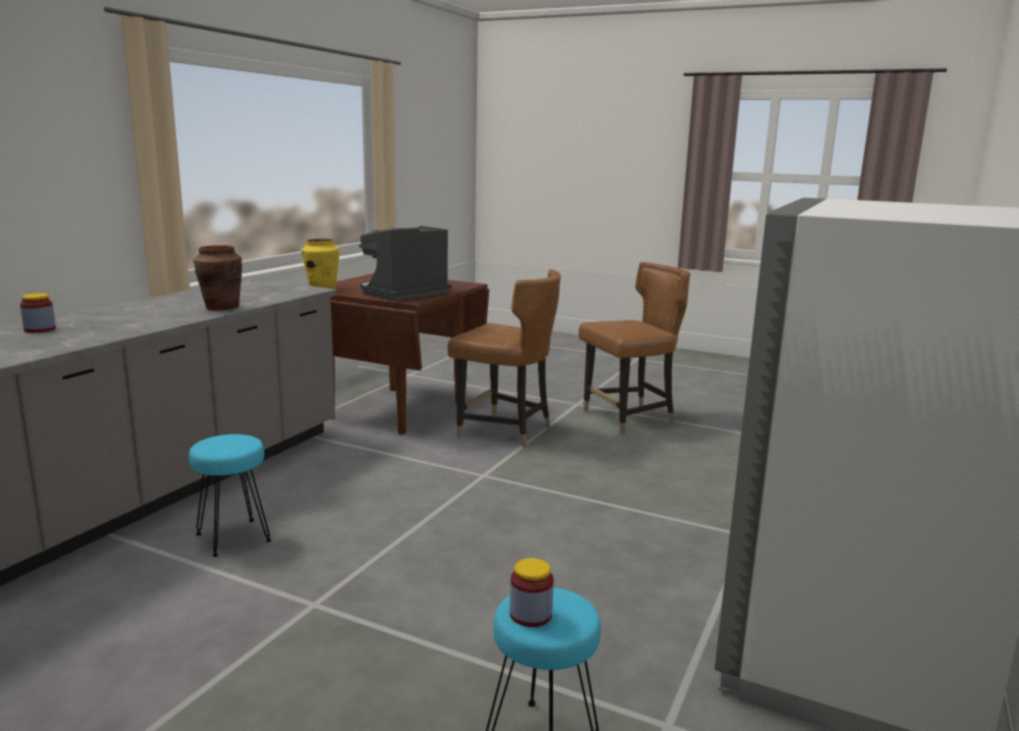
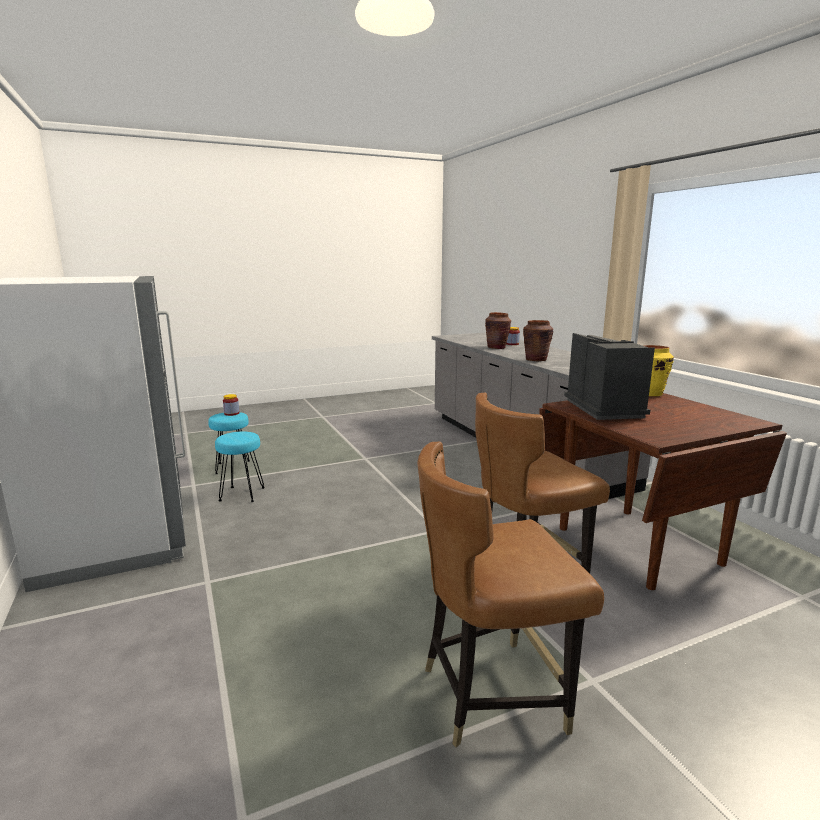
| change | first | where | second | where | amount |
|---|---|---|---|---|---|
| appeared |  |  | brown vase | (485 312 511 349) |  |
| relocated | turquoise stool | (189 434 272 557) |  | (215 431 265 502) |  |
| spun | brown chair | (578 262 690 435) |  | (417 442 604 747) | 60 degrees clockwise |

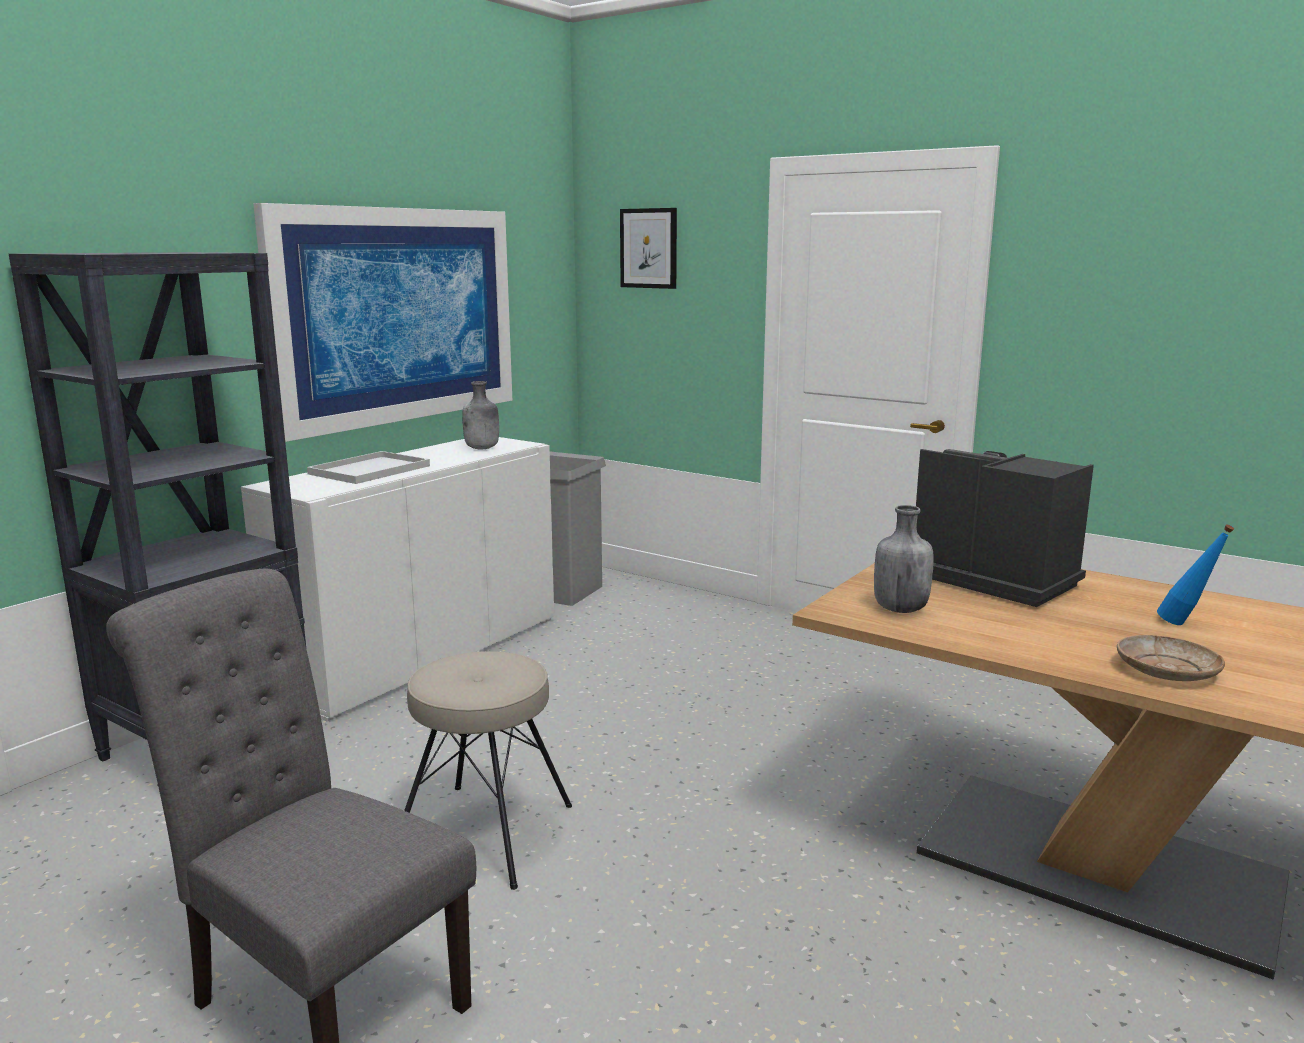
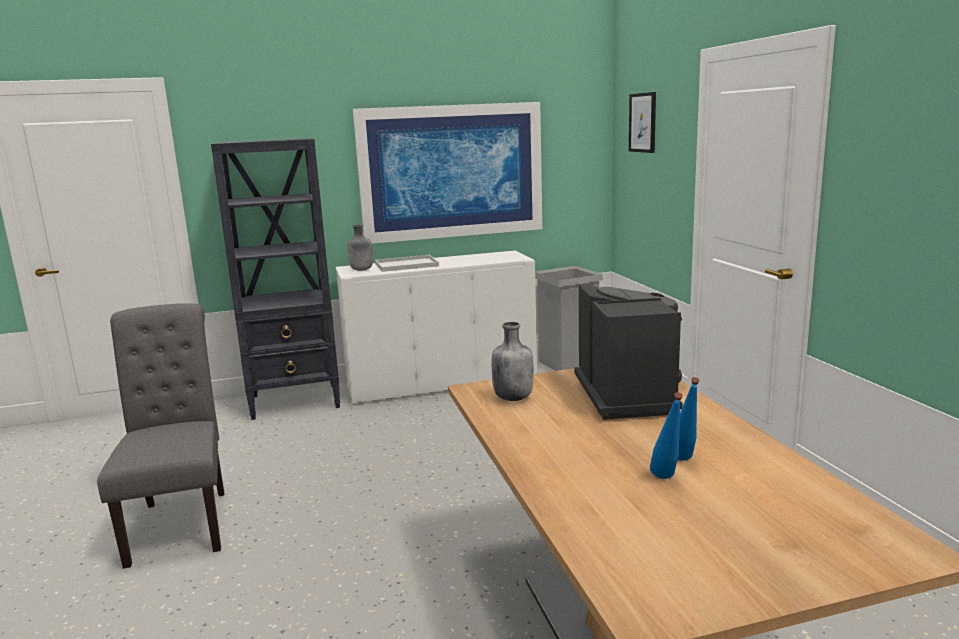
| change | first | where | second | where | amount |
|---|---|---|---|---|---|
| missing | beige stool | (404 651 572 890) |  |  |  |
| missing | beige plate | (1117 635 1225 681) |  |  |  |
| appeared |  |  | blue bottle | (650 392 683 479) |  |
| relocated | grey bottle | (462 381 499 449) |  | (348 224 373 271) |  |

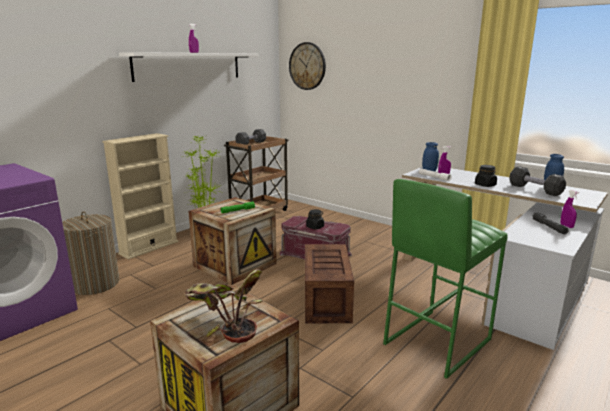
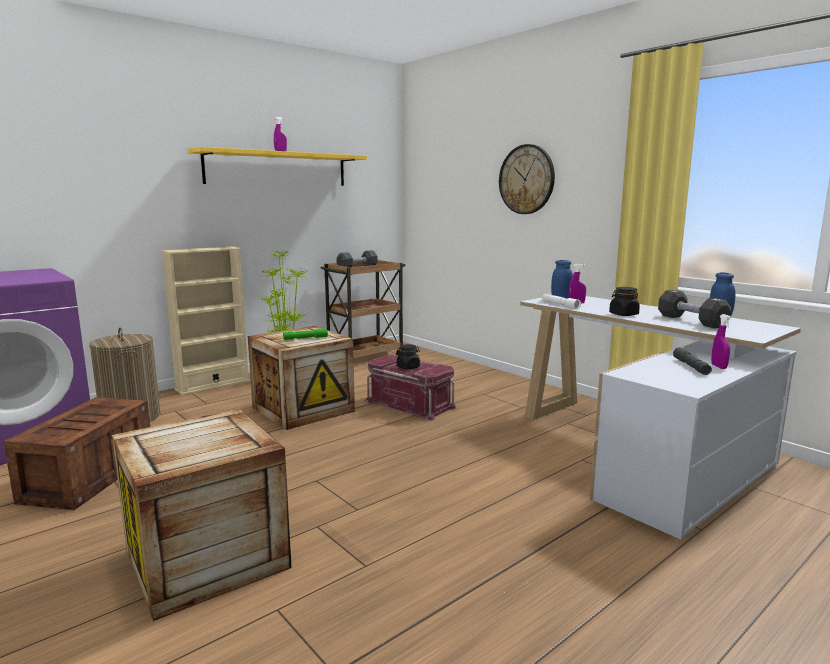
| change | first | where | second | where | amount |
|---|---|---|---|---|---|
| missing | potted plant | (183 269 264 343) |  |  |  |
| missing | green stool | (383 179 507 379) |  |  |  |
| relocated | wall clock | (289 42 326 90) |  | (499 144 555 214) |  |
| relocated | crate | (305 244 354 323) |  | (3 397 150 510) |  |
| colour | white shelf | (119 52 258 82) | yellow shelf | (188 147 367 186) |  |

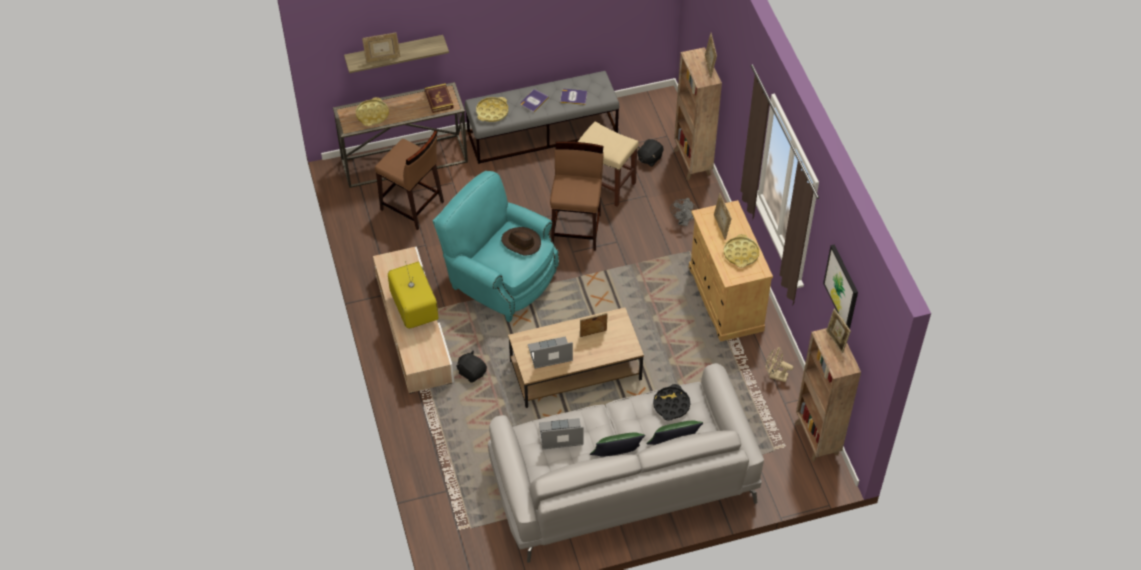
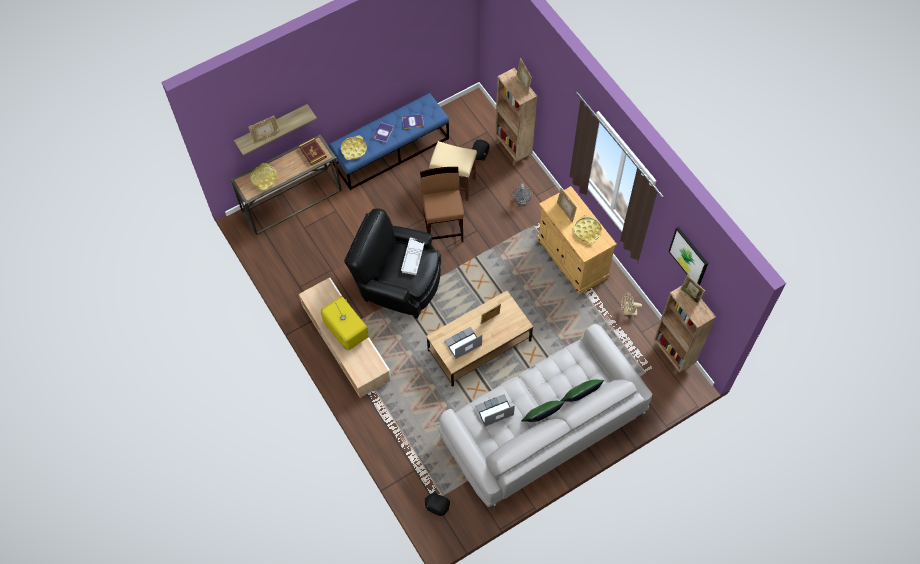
| change | first | where | second | where | amount |
|---|---|---|---|---|---|
| missing | brown stool | (375 130 444 230) |  |  |  |
| missing | black tray | (653 384 690 421) |  |  |  |
| relocated | black plush toy | (457 351 487 383) |  | (424 490 450 516) |  |
| exchanged | brown hat | (501 227 541 255) | white tray | (401 238 424 275) |  |
| colour | turquoise armchair | (433 171 559 323) | black armchair | (344 208 441 319) |  |
| colour | grey bench | (465 71 619 164) | blue bench | (329 93 449 190) |  |

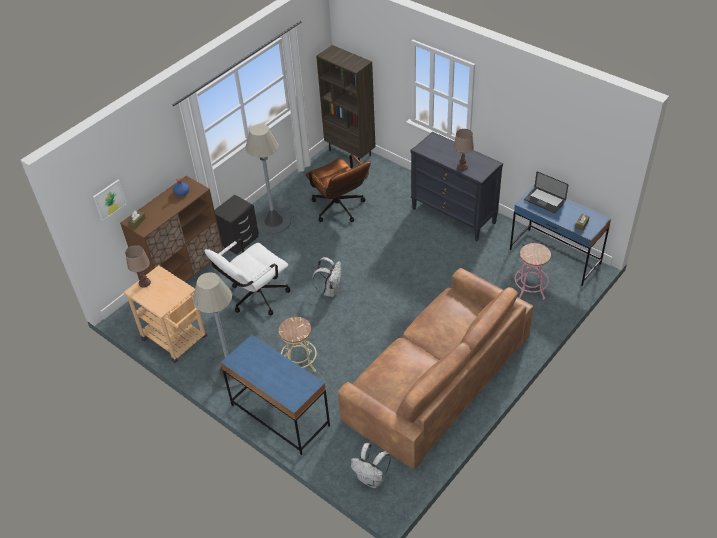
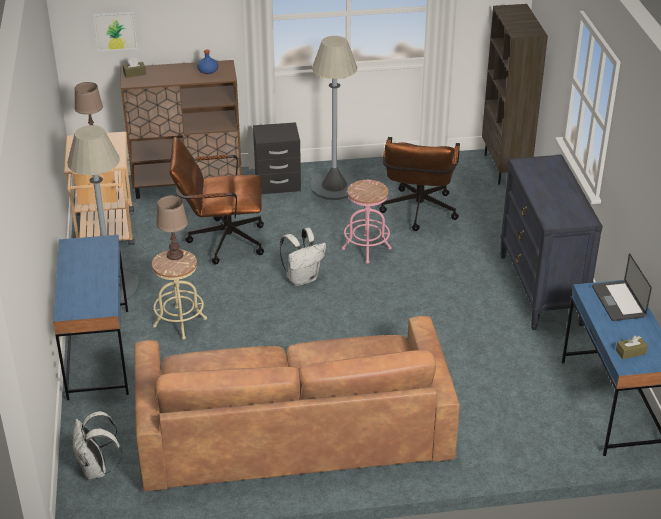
| change | first | where | second | where | amount |
|---|---|---|---|---|---|
| relocated | brown table lamp | (453 129 474 171) |  | (156 195 188 260) |  |
| relocated | pink stool | (515 243 551 299) |  | (342 180 392 264) |  |
| colour | white office chair | (205 239 290 316) | brown office chair | (170 137 264 264) |  |

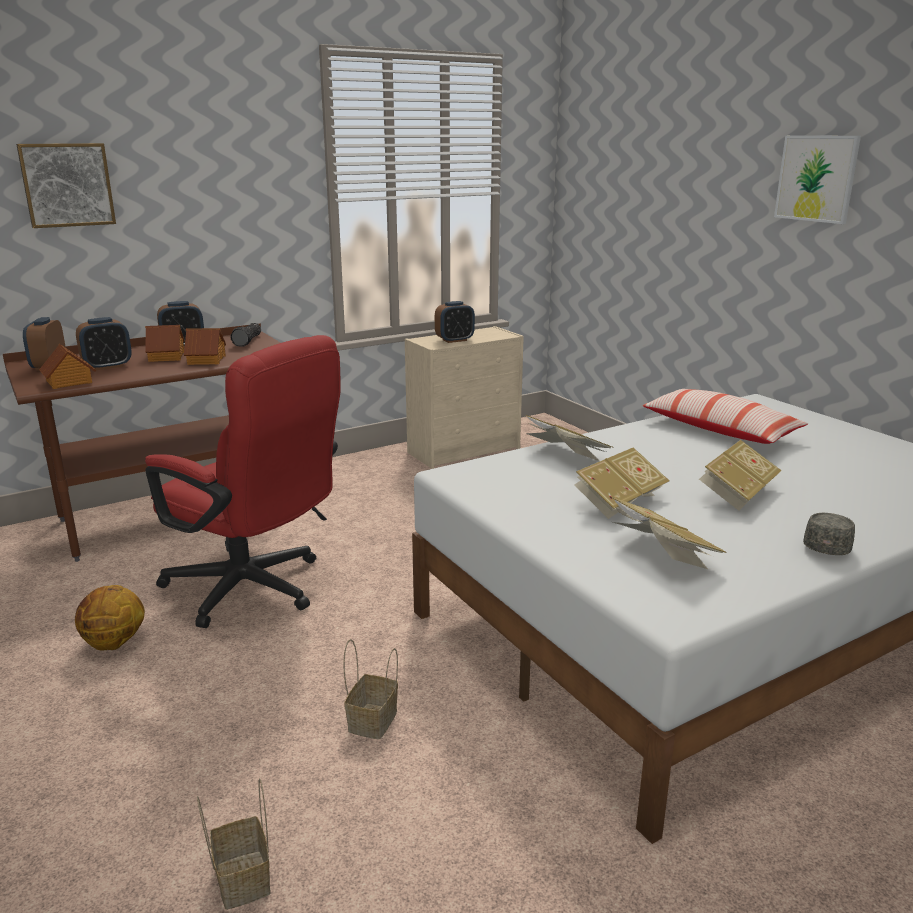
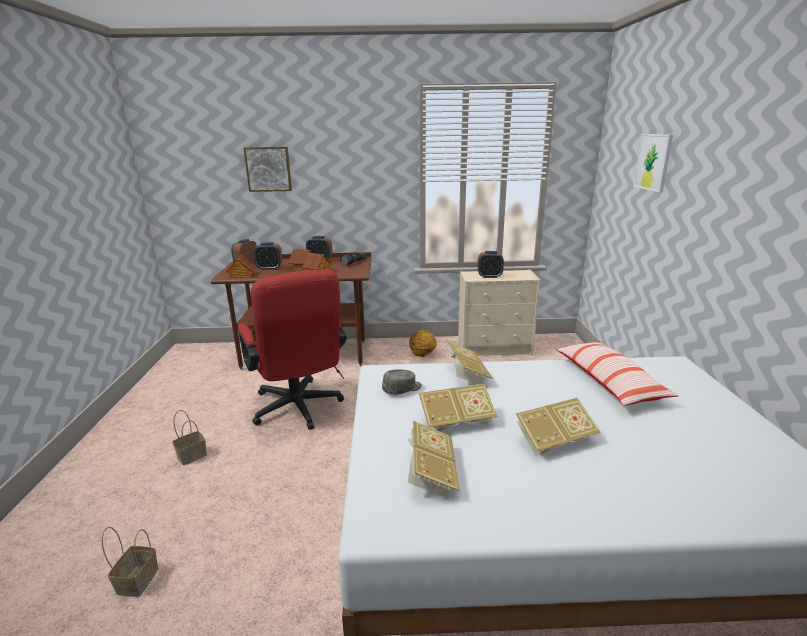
| change | first | where | second | where | amount |
|---|---|---|---|---|---|
| relocated | basketball | (75 585 145 650) |  | (409 330 437 357) |  |
| relocated | basket | (343 639 398 740) |  | (172 410 207 465) |  |
| relocated | picture | (774 135 861 224) |  | (633 134 673 193) |  |
| relocated | grey cap | (803 513 855 555) |  | (382 369 422 395) |  |

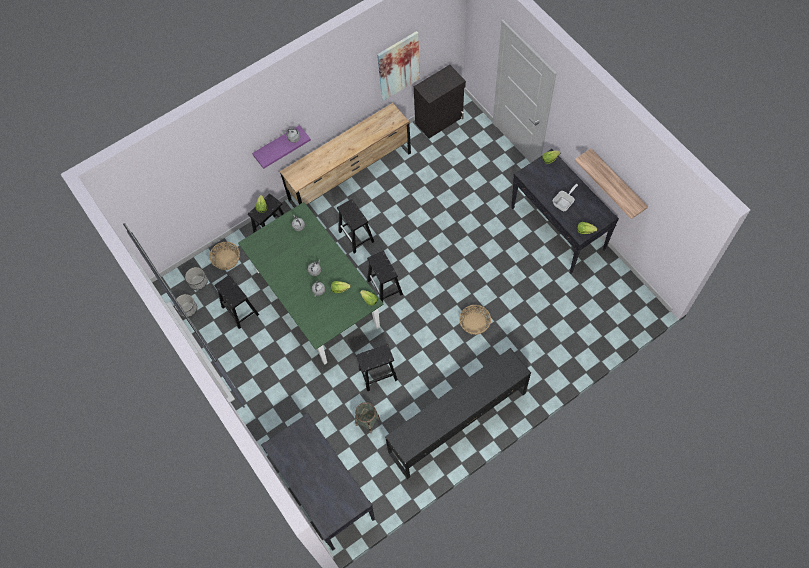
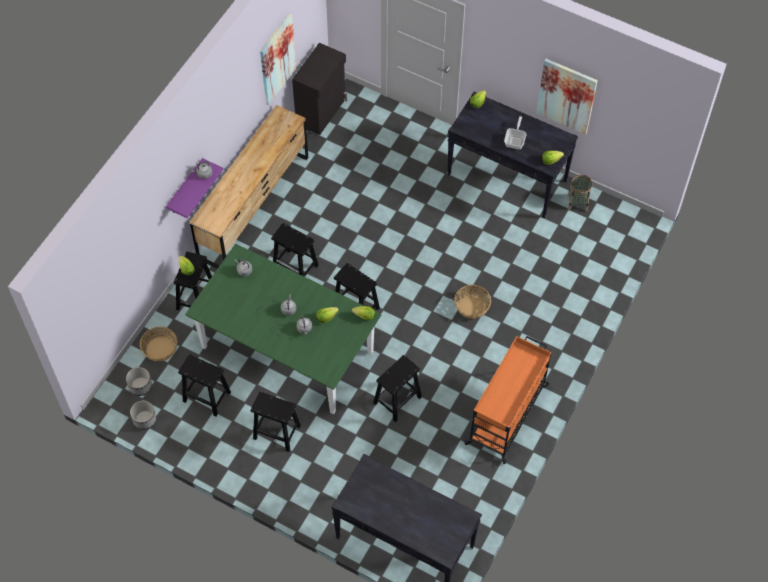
| change | first | where | second | where | amount |
|---|---|---|---|---|---|
| appeared |  |  | black stool | (251 391 301 452) |  |
| relocated | basket | (355 402 380 433) |  | (568 175 593 212) |  |
| exchanged | black dresser | (385 348 531 479) | orange cart | (464 336 552 464) |  |
| exchanged | shelf | (575 148 648 219) | picture | (536 59 598 135) |  |

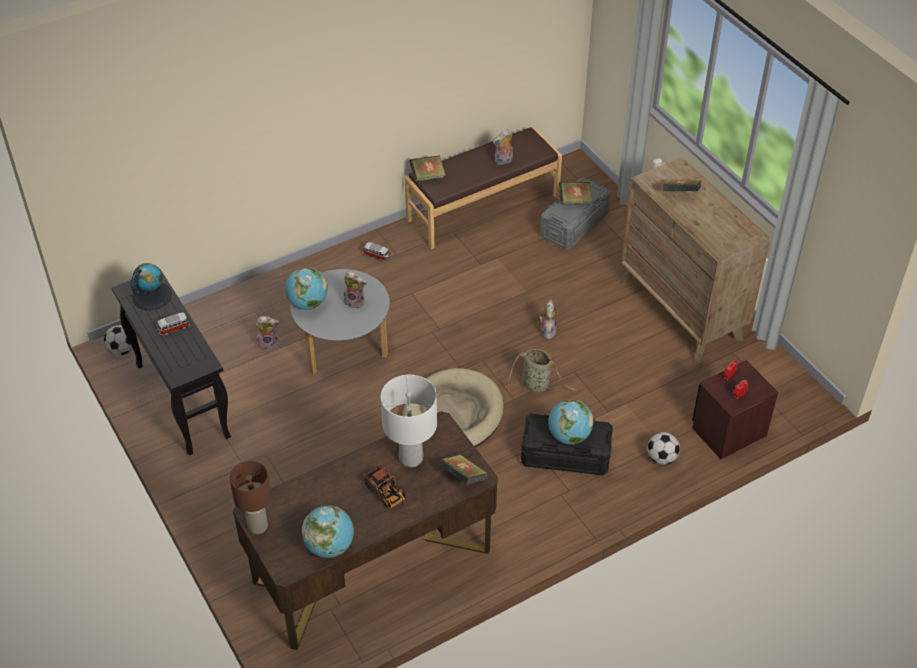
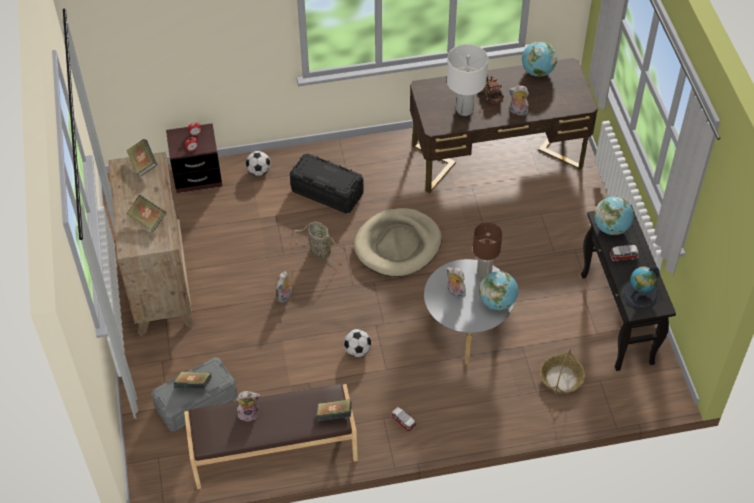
| change | first | where | second | where | amount |
|---|---|---|---|---|---|
| appeared |  |  | basket | (540 349 585 393) |  |
| relocated | football | (104 325 133 355) |  | (343 329 371 357) |  |
| relocated | brown table lamp | (230 461 271 534) |  | (473 222 502 278) |  |
| relocated | plush toy | (256 316 280 351) |  | (509 86 529 116) |  |
| relocated | book | (439 455 488 485) |  | (127 139 158 177) |  |
| relocated | globe | (548 399 594 445) |  | (594 196 634 235) |  |

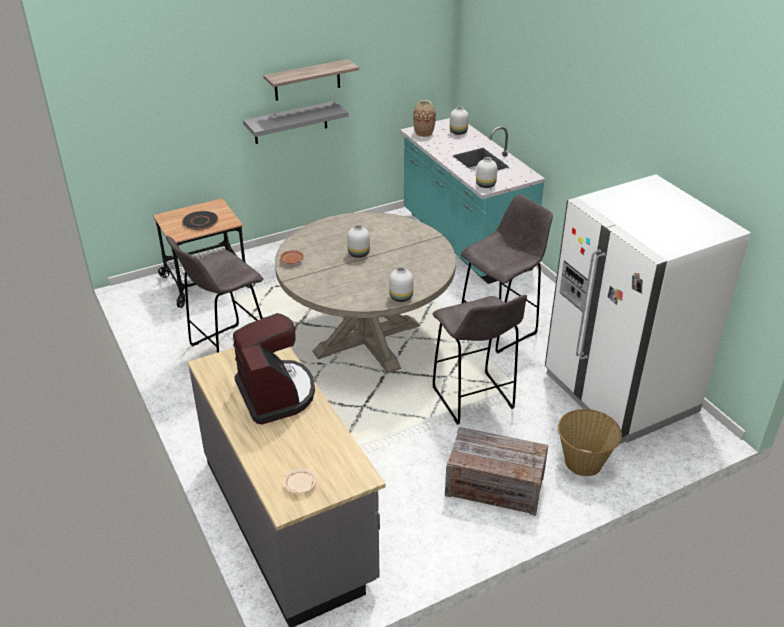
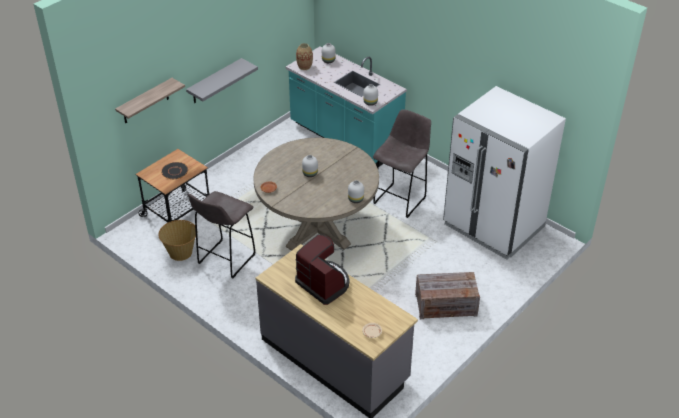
| change | first | where | second | where | amount |
|---|---|---|---|---|---|
| missing | grey stool | (432 295 527 425) |  |  |  |
| relocated | shelf | (263 59 359 101) |  | (115 78 185 123) |  |
| relocated | basket | (558 409 622 476) |  | (158 220 196 261) |  |

